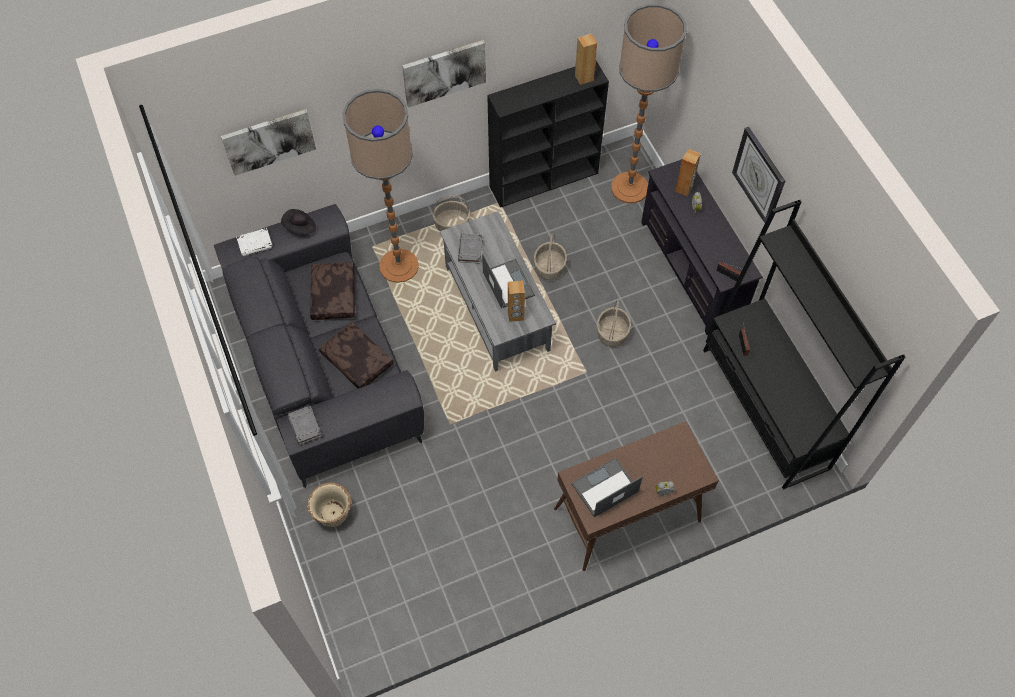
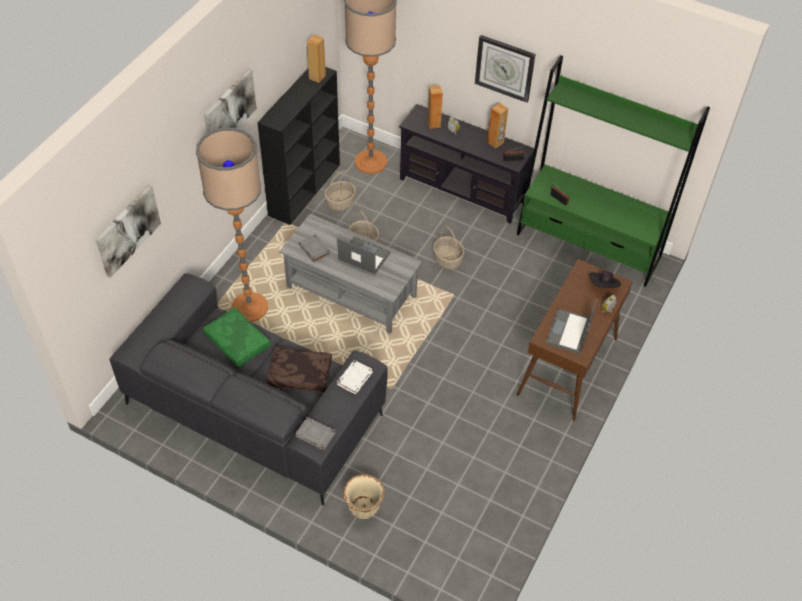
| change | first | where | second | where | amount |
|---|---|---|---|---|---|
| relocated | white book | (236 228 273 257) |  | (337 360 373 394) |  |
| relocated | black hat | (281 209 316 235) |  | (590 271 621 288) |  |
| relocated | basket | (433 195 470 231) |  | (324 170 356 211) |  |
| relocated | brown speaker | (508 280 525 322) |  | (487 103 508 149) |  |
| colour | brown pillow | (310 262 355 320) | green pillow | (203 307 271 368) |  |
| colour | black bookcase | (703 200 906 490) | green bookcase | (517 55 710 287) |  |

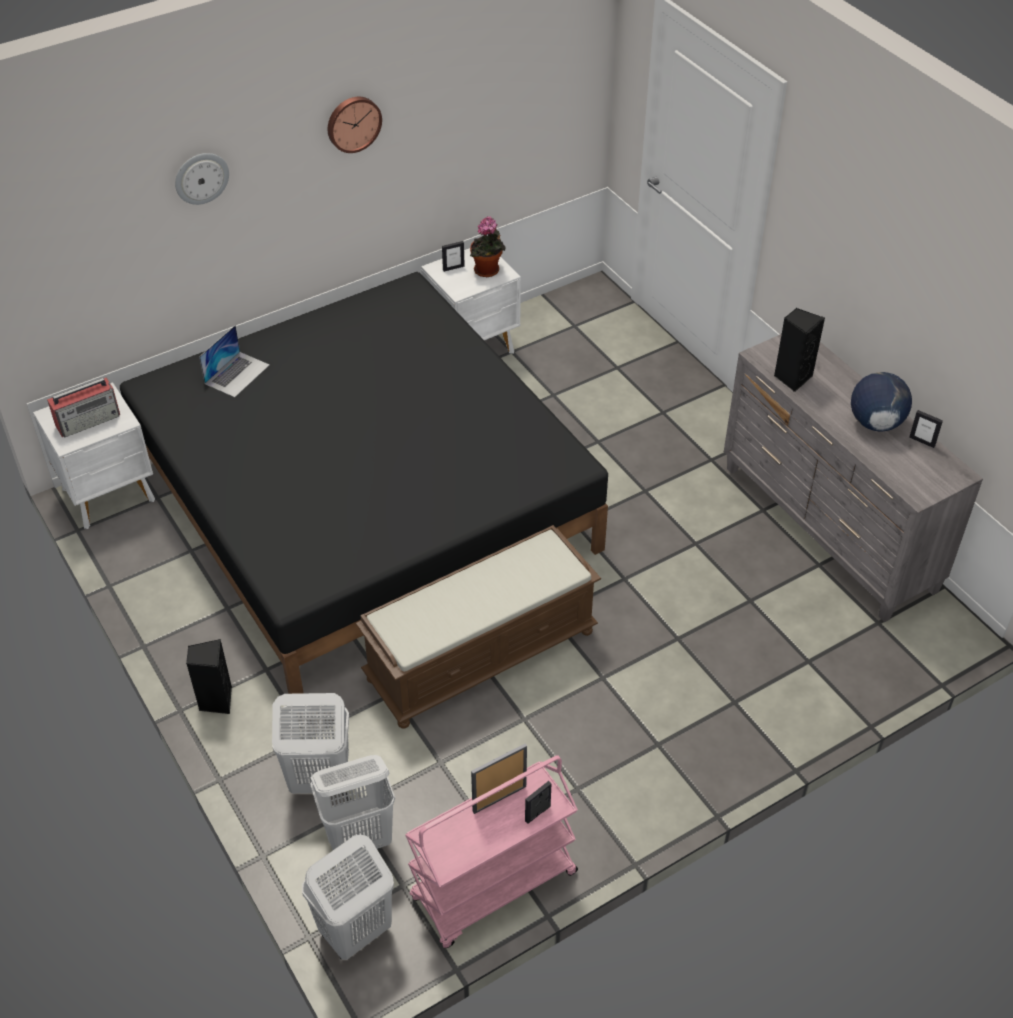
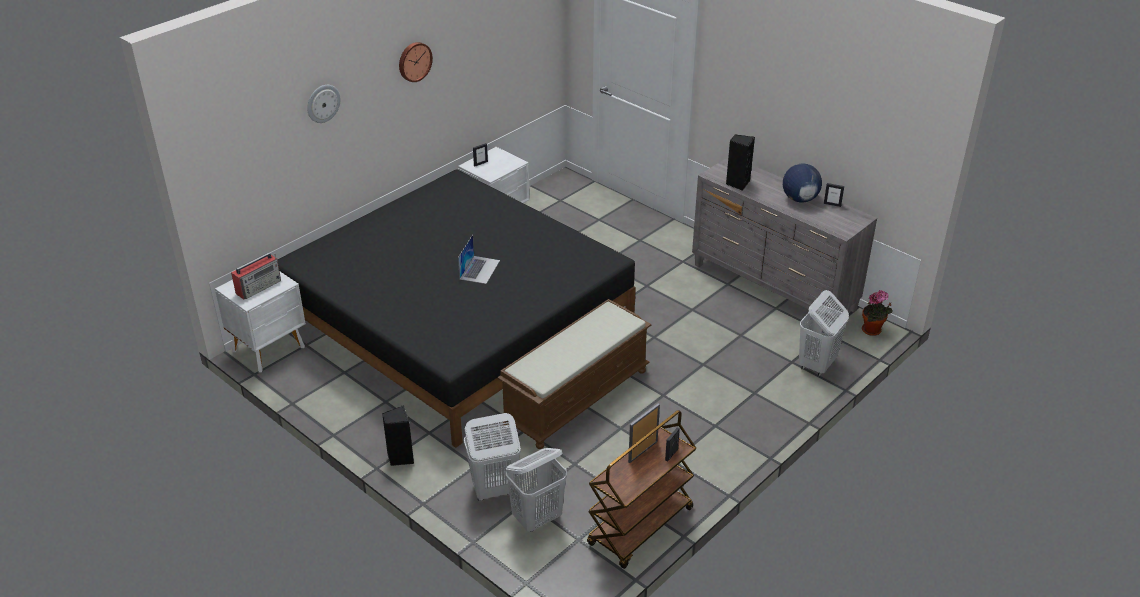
| change | first | where | second | where | amount |
|---|---|---|---|---|---|
| relocated | laptop | (199 325 270 397) |  | (458 235 500 284) |  |
| relocated | white laundry basket | (302 835 394 960) |  | (799 290 849 376) |  |
| relocated | potted plant | (470 217 506 278) |  | (862 290 893 336) |  |
| colour | pink cart | (405 755 578 948) | brown cart | (587 410 696 569) |  |

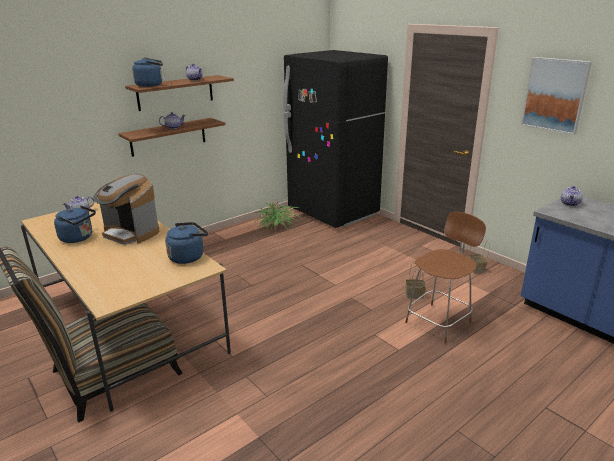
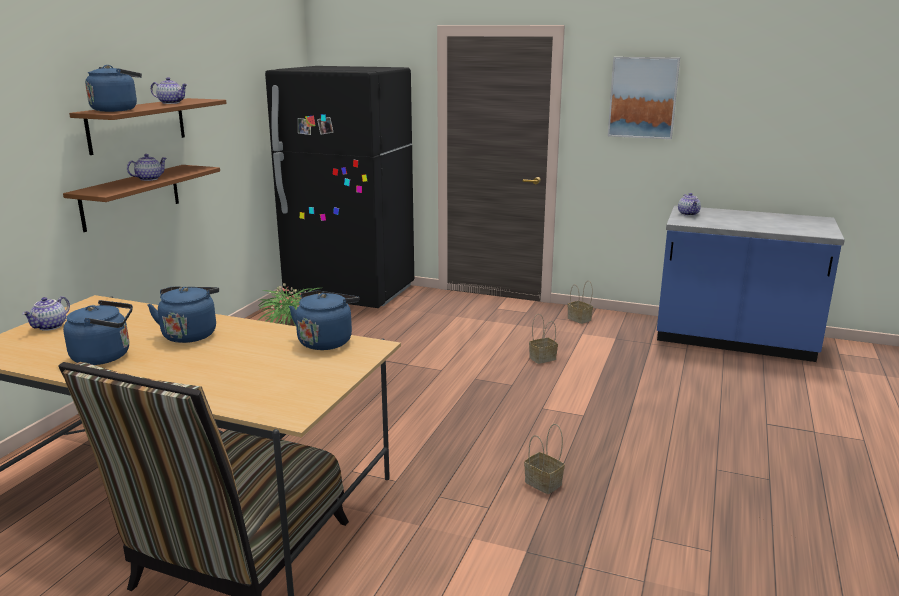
| change | first | where | second | where | amount |
|---|---|---|---|---|---|
| missing | brown stool | (405 212 486 344) |  |  |  |
| appeared |  |  | basket | (524 424 565 494) |  |
| exchanged | coffee machine | (93 174 159 245) | blue kettle | (147 287 219 343) |  |

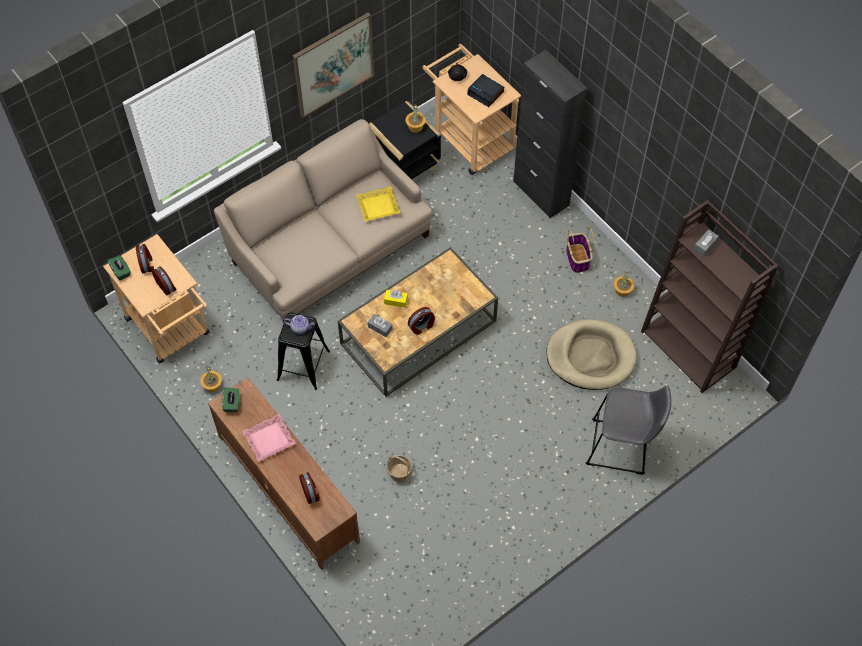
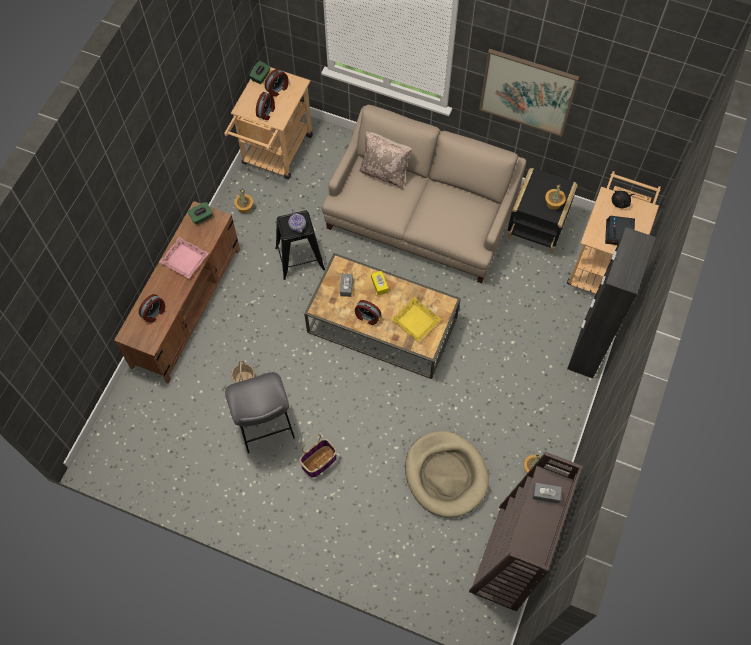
| change | first | where | second | where | amount |
|---|---|---|---|---|---|
| appeared |  |  | beige pillow | (359 131 412 189) |  |
| relocated | yellow tray | (356 186 401 221) |  | (392 297 442 342) |  |
| relocated | basket | (566 227 594 273) |  | (299 434 337 478) |  |
| relocated | grey stool | (586 385 671 475) |  | (225 372 295 453) |  |

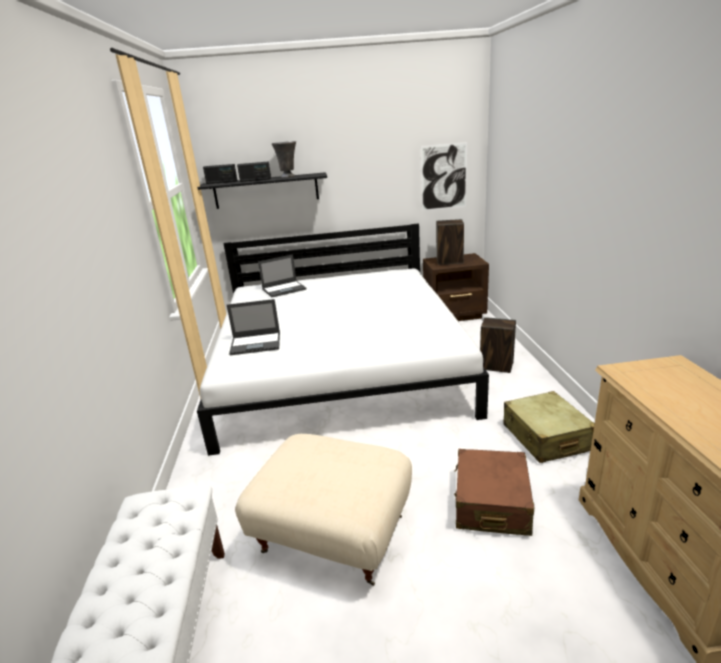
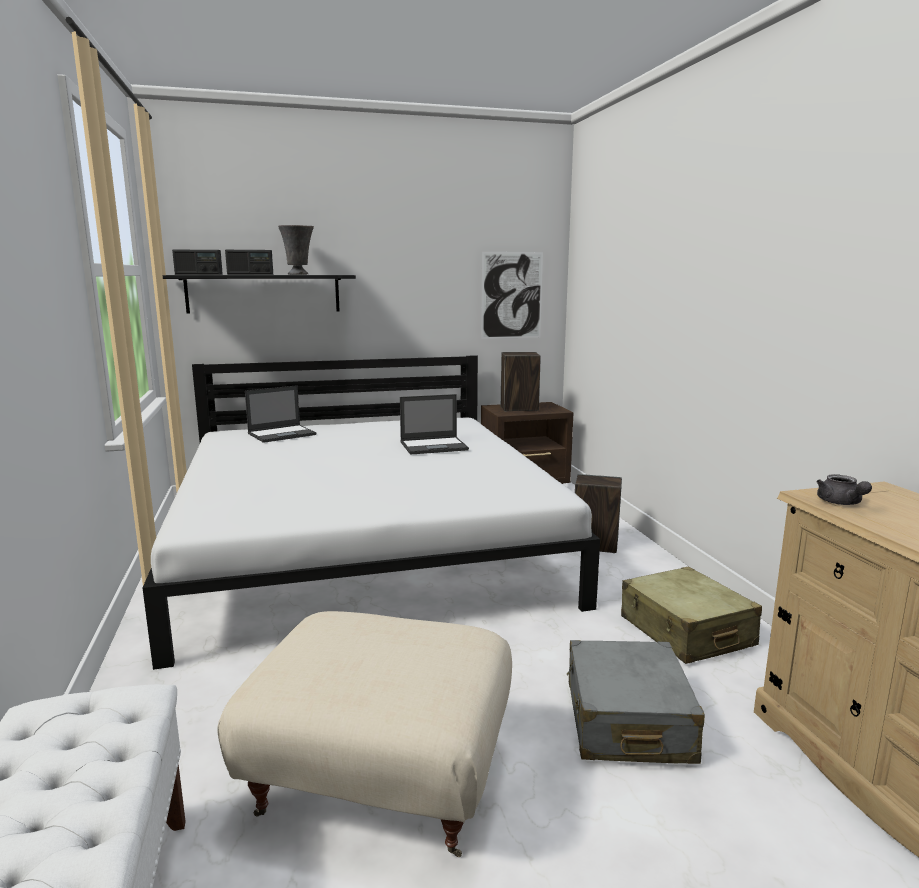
| change | first | where | second | where | amount |
|---|---|---|---|---|---|
| appeared |  |  | grey teapot | (816 474 872 505) |  |
| relocated | laptop | (227 299 280 355) |  | (400 394 469 455) |  |
| colour | brown suitcase | (454 449 534 536) | grey suitcase | (567 640 705 764) |  |

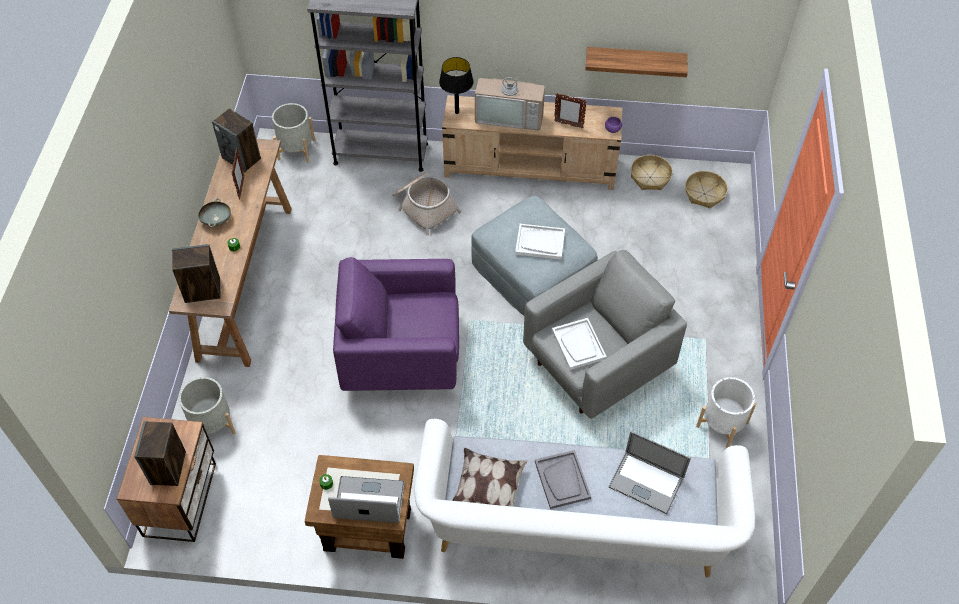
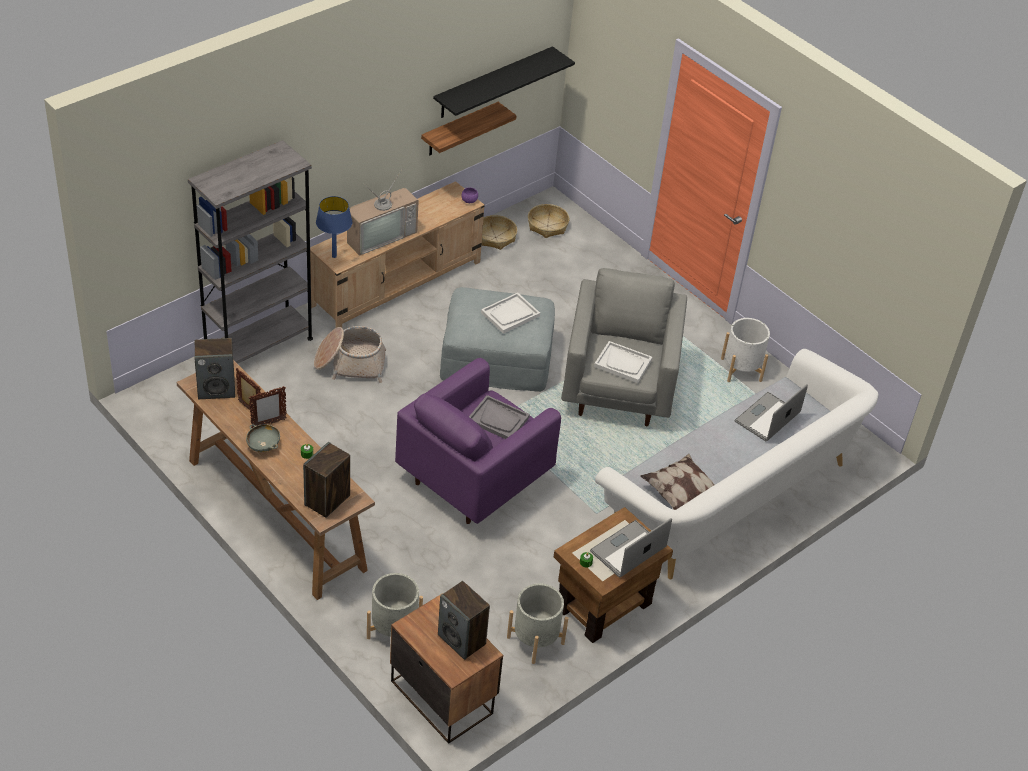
| change | first | where | second | where | amount |
|---|---|---|---|---|---|
| appeared |  |  | black shelf | (433 46 575 118) |  |
| relocated | grey planter | (272 103 315 163) |  | (507 583 568 664) |  |
| relocated | grey tray | (535 450 591 509) |  | (469 395 530 439) |  |
| relocated | picture frame | (554 93 587 128) |  | (249 386 287 428) |  |
| colour | black table lamp | (439 57 474 114) | blue table lamp | (316 196 352 258) |  |
| spun | laptop | (609 431 691 514) |  | (735 384 808 441) | 150 degrees clockwise |

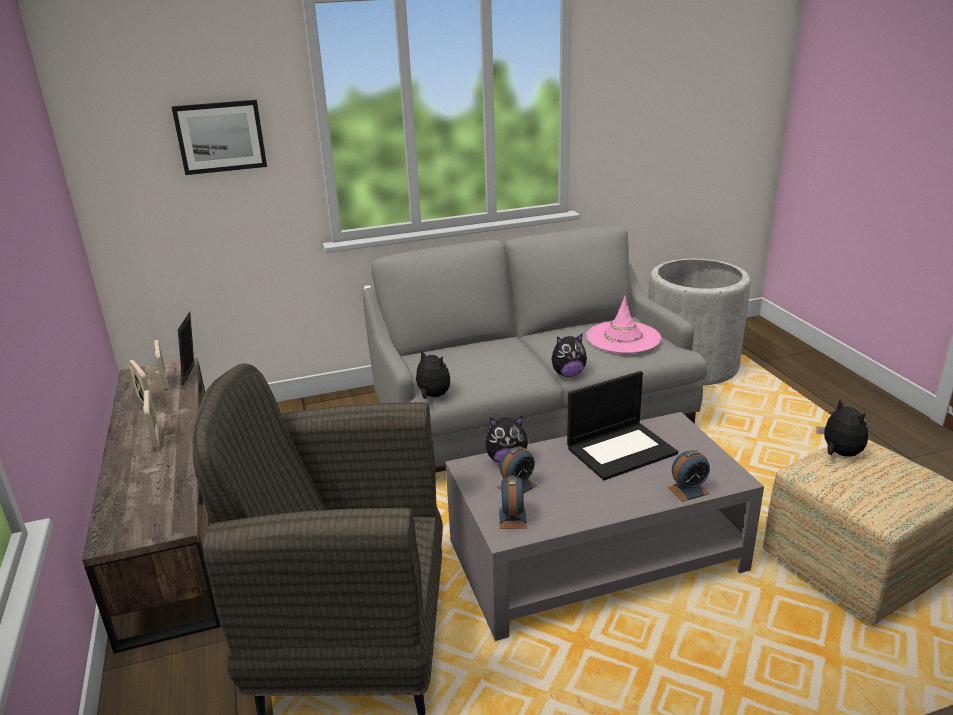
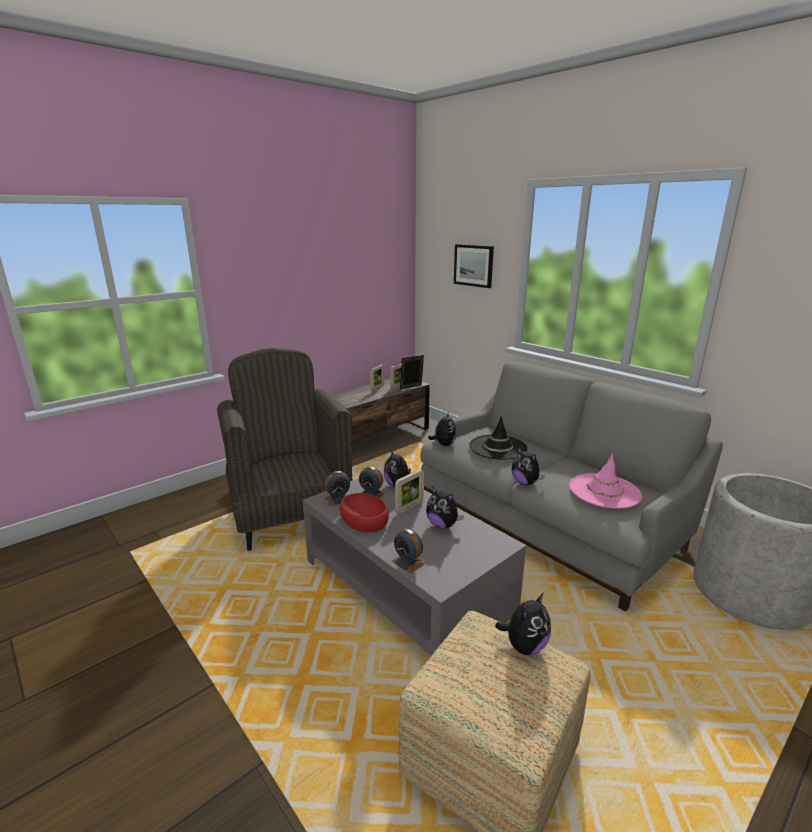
| change | first | where | second | where | amount |
|---|---|---|---|---|---|
| appeared |  |  | red bowl | (340 493 389 532) |  |
| appeared |  |  | black hat | (469 416 528 460) |  |
| relocated | picture frame | (143 390 159 450) |  | (395 469 424 514) |  |
| exchanged | laptop | (567 371 678 480) | plush toy | (426 486 464 529) |  |

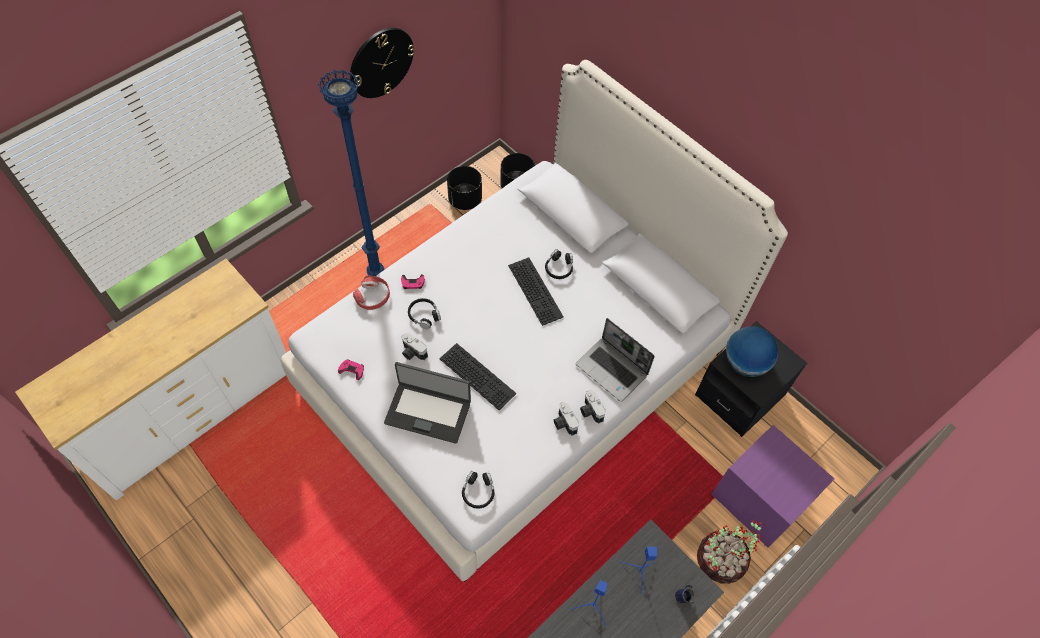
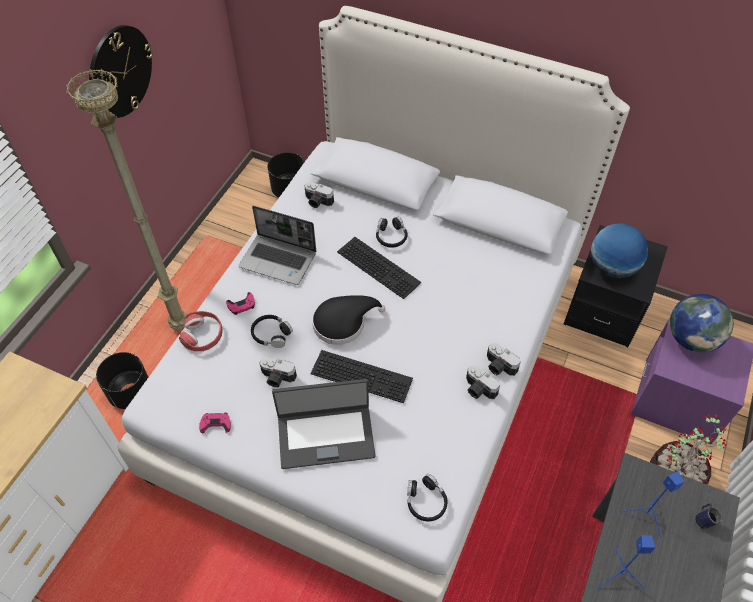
| change | first | where | second | where | amount |
|---|---|---|---|---|---|
| appeared |  |  | photo camera | (304 182 334 208) |  |
| appeared |  |  | black hat | (312 295 386 345) |  |
| appeared |  |  | globe | (670 294 734 352) |  |
| relocated | black planter | (447 166 482 210) |  | (96 352 148 409) |  |
| relocated | laptop | (576 318 655 402) |  | (239 206 316 285) |  |
| colour | blue floor lamp | (318 69 385 276) | beige floor lamp | (66 69 187 331) |  |

